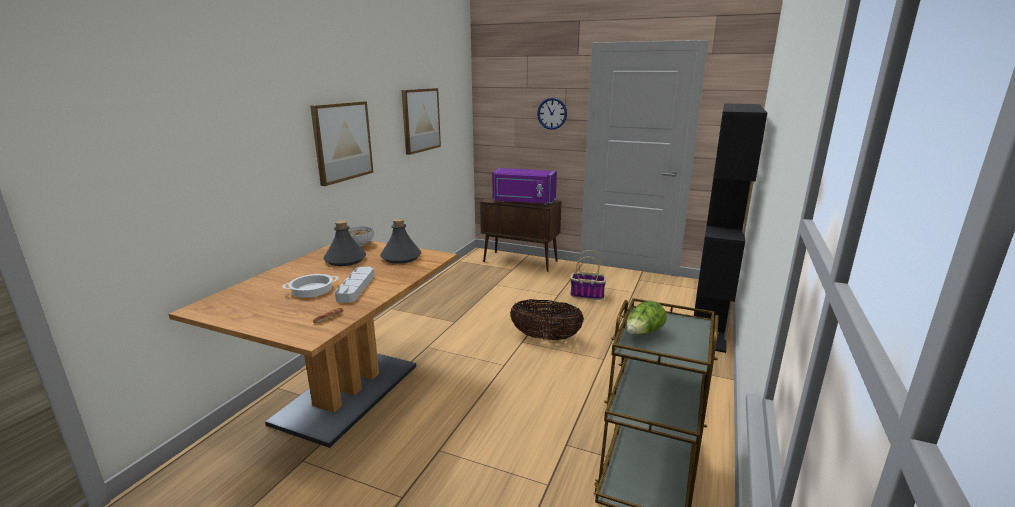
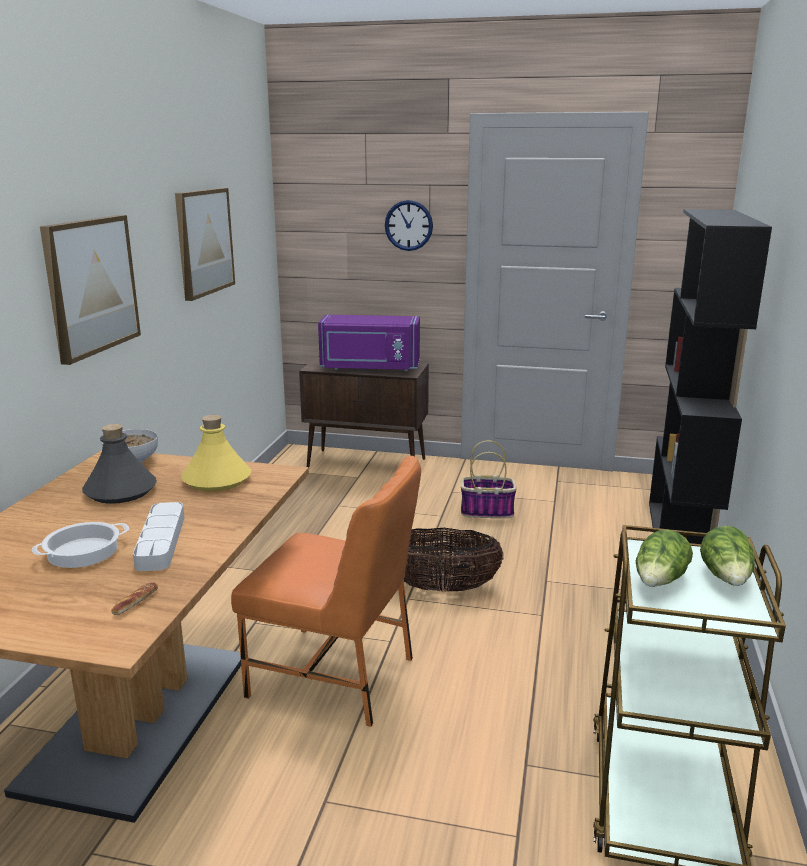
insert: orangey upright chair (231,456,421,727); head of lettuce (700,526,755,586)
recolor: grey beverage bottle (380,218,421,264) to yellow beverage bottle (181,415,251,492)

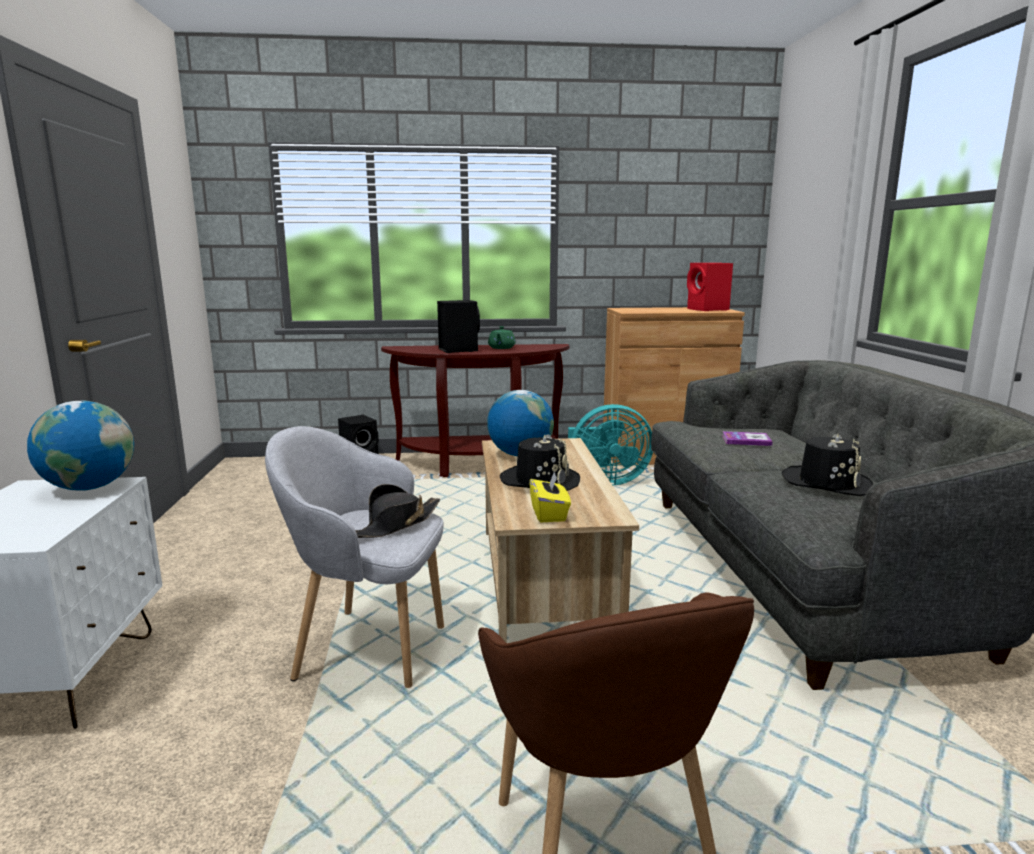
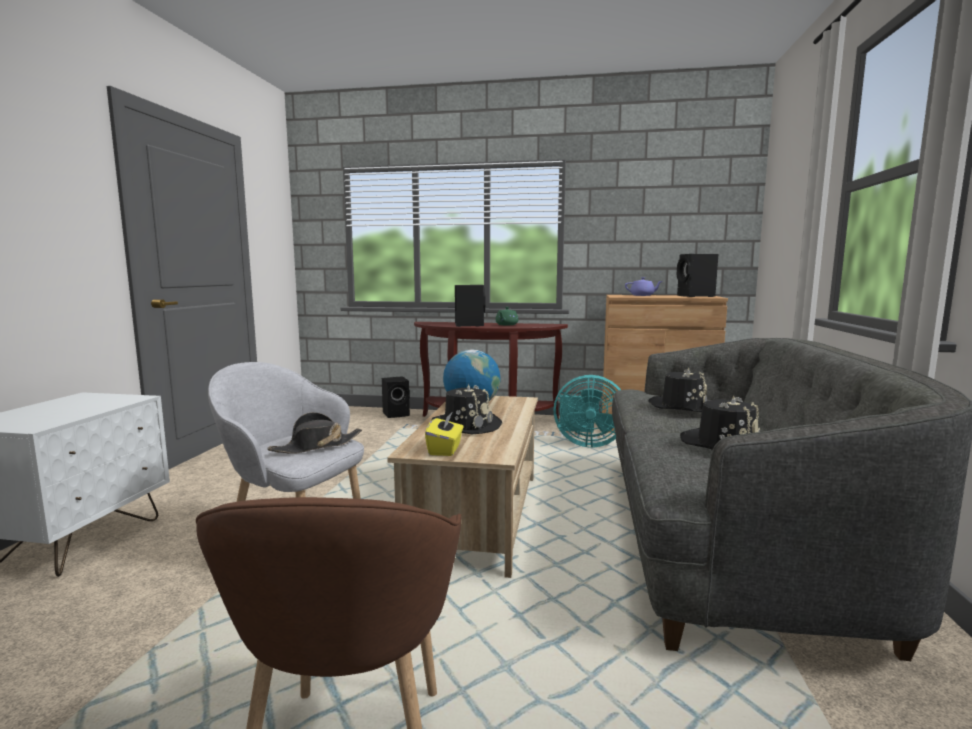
delete: desk globe (27,400,134,491)
insert: purple teapot (625,277,663,296)
replace: book (722,431,773,446) to blackish hat (648,368,708,412)
recolor: reddish audio speaker (687,263,733,311) to blackish audio speaker (677,254,718,297)

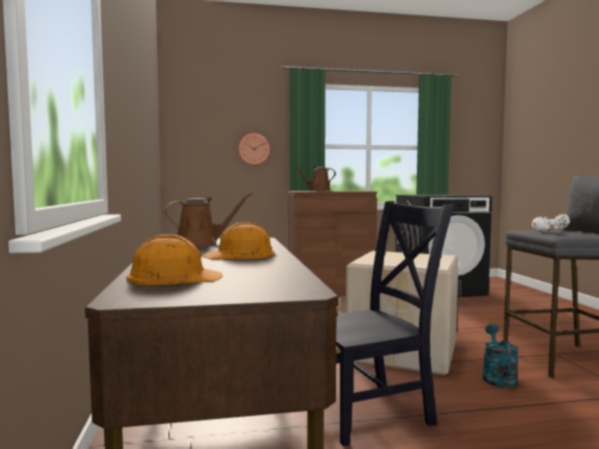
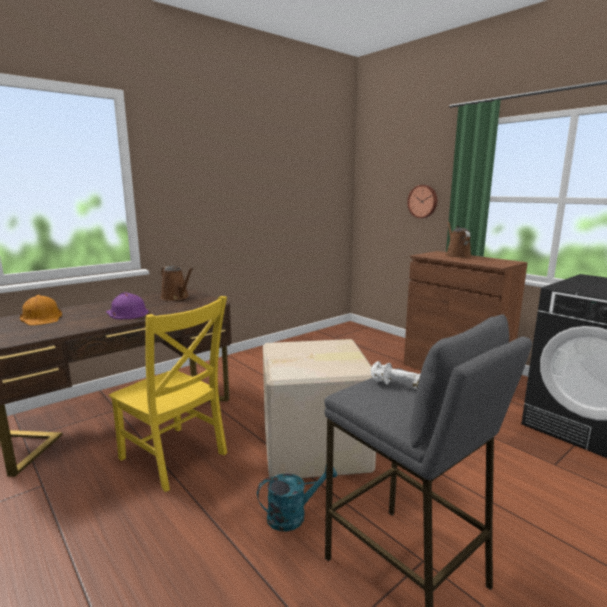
recolor: blackish upright chair (336,201,454,446) to yellow upright chair (109,296,227,492); orangey work helmet (204,222,275,259) to purple work helmet (106,292,149,319)

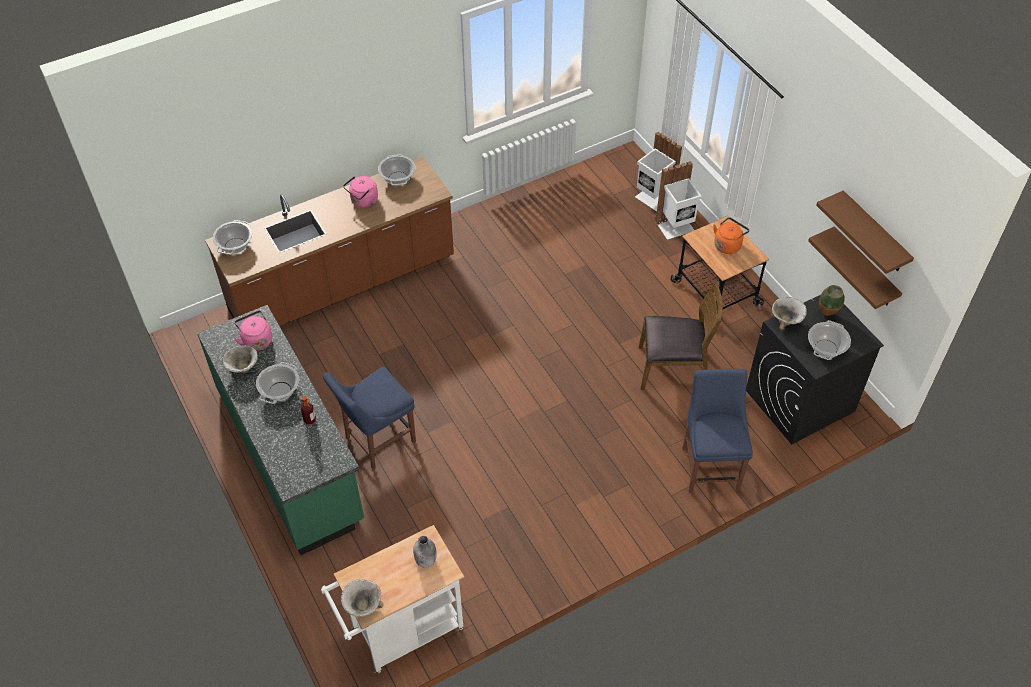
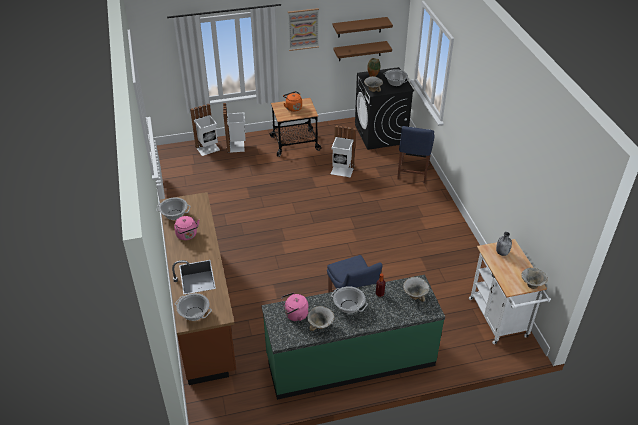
insert: wall picture (288,8,319,51); bowl (403,277,429,302)
replace: brownish upright chair (639,281,723,390) to white-coloured rubbish bin (331,125,356,177)
rotate: blue-coloured upright chair (682,369,753,492) = (397,126,435,183) 90 degrees counterclockwise

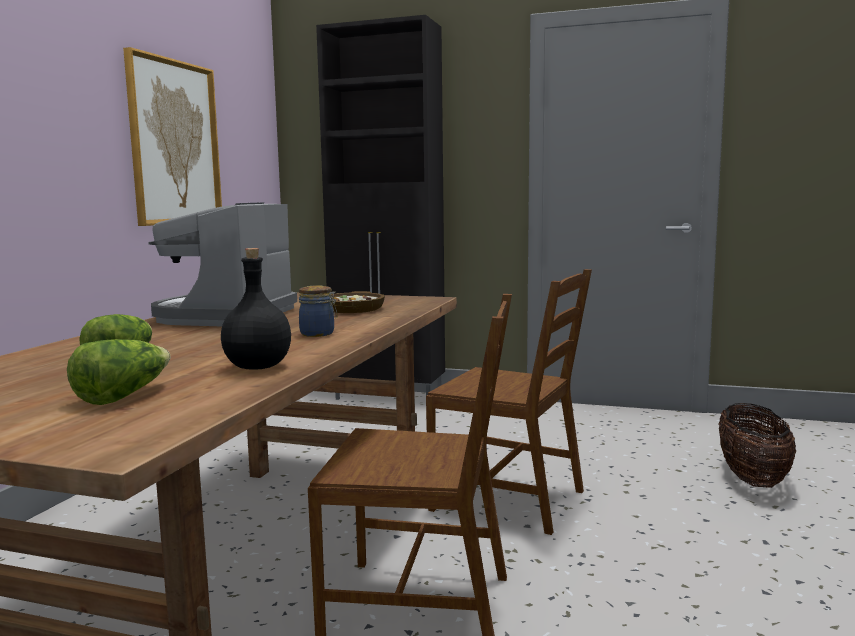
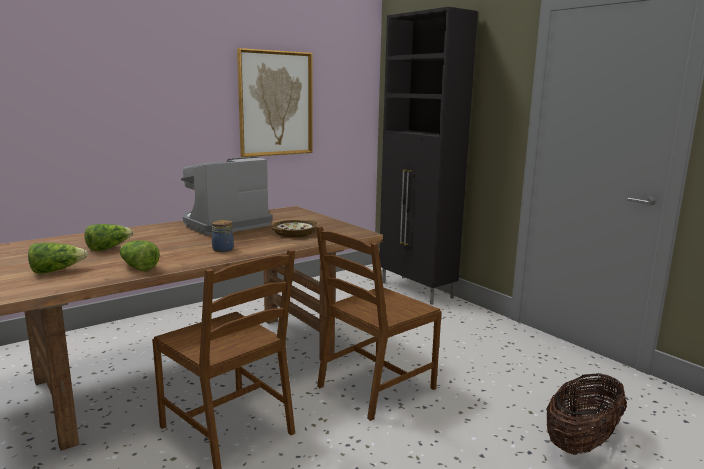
replace: blackish beverage bottle (221,248,291,370) to head of lettuce (120,240,160,271)
rotate: brownish upright chair (426,269,592,535) = (316,226,442,421) 75 degrees clockwise

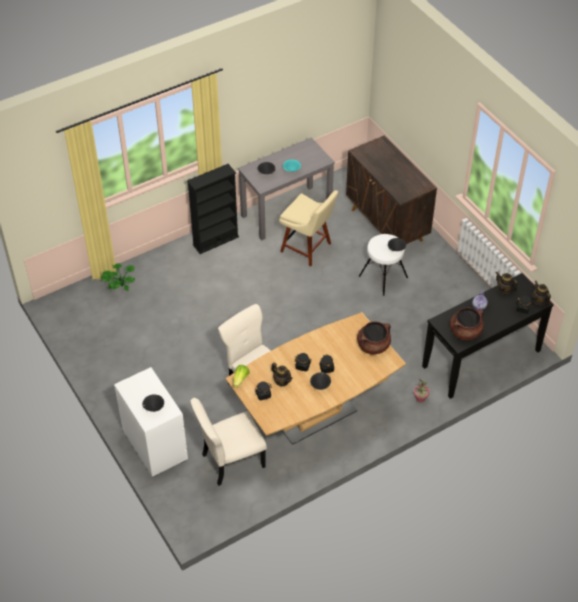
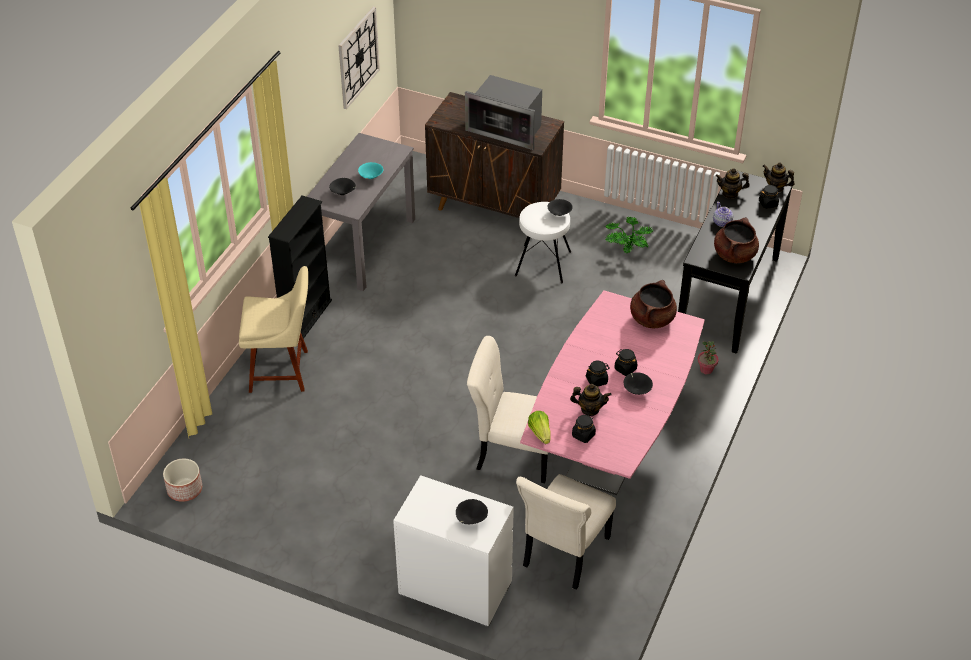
insert: clock on the wall (338,7,380,109); microwave (465,75,542,150); flower pot (163,458,202,502)
move: sand-coloured upright chair (279,190,338,267) to (239,266,308,393); potted plant (100,263,135,291) to (605,217,654,254)
recolor: brownish dinner table (226,312,406,445) to pinkish dinner table (520,291,705,495)

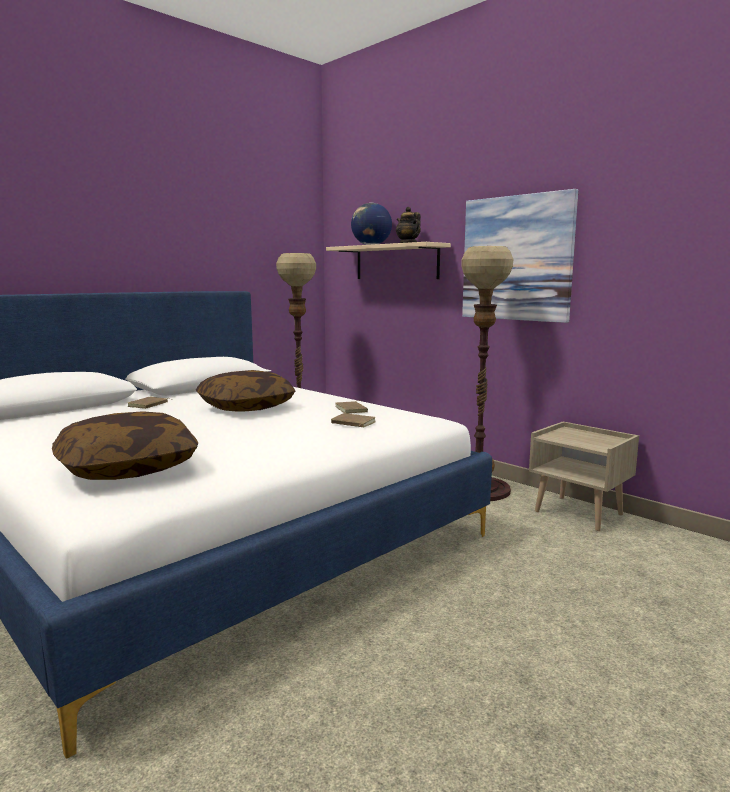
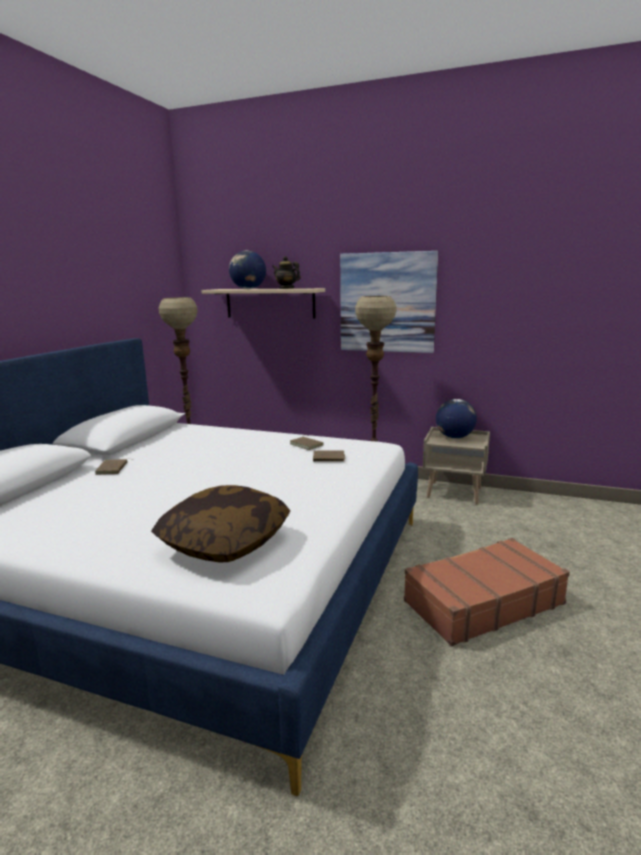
delete: pillow (196,370,296,412)
insert: desk globe (436,399,477,438); brownish travel case (404,538,570,646)

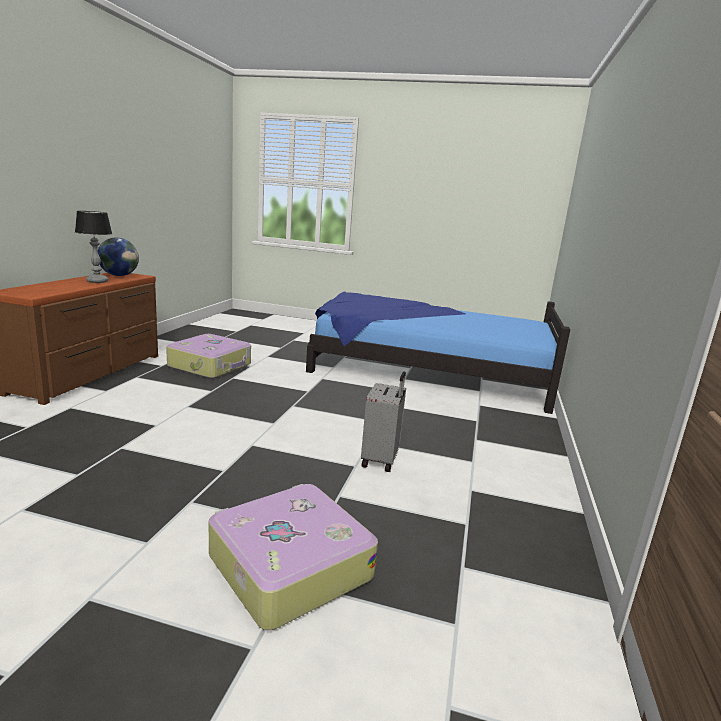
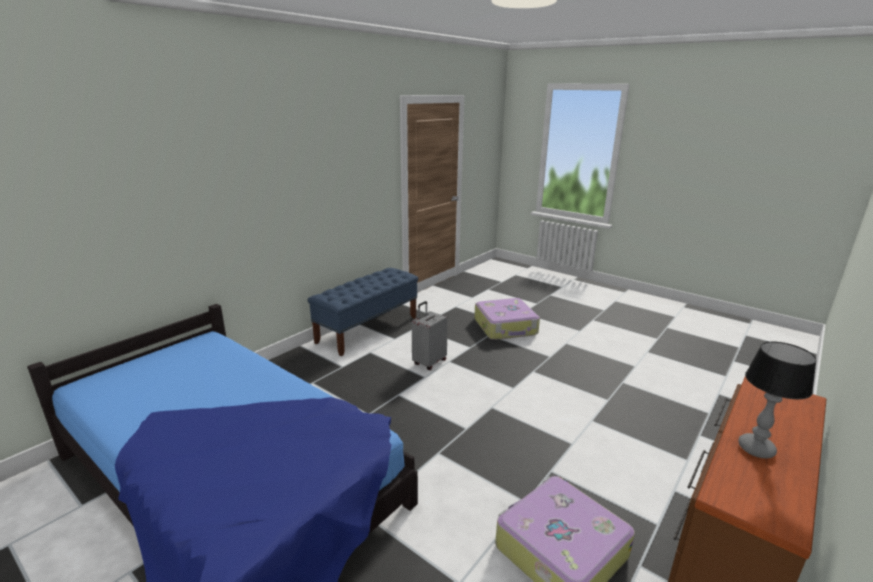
delete: desk globe (98,238,139,276)
insert: blue-coloured long seat (308,268,418,356)

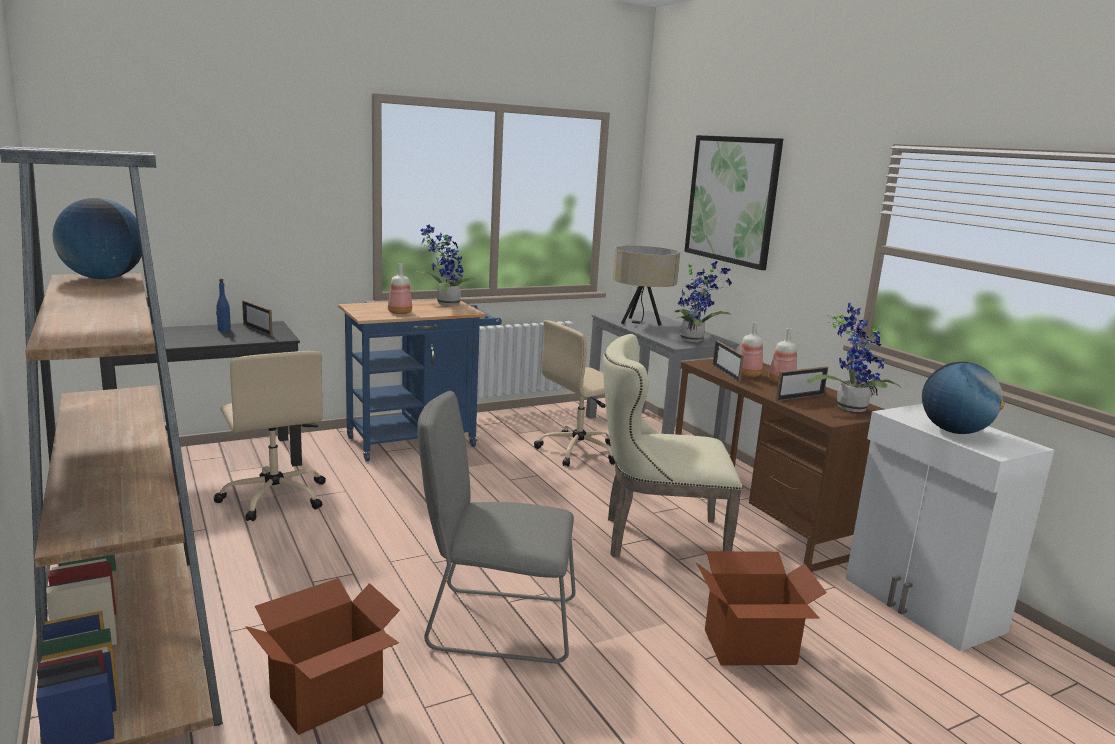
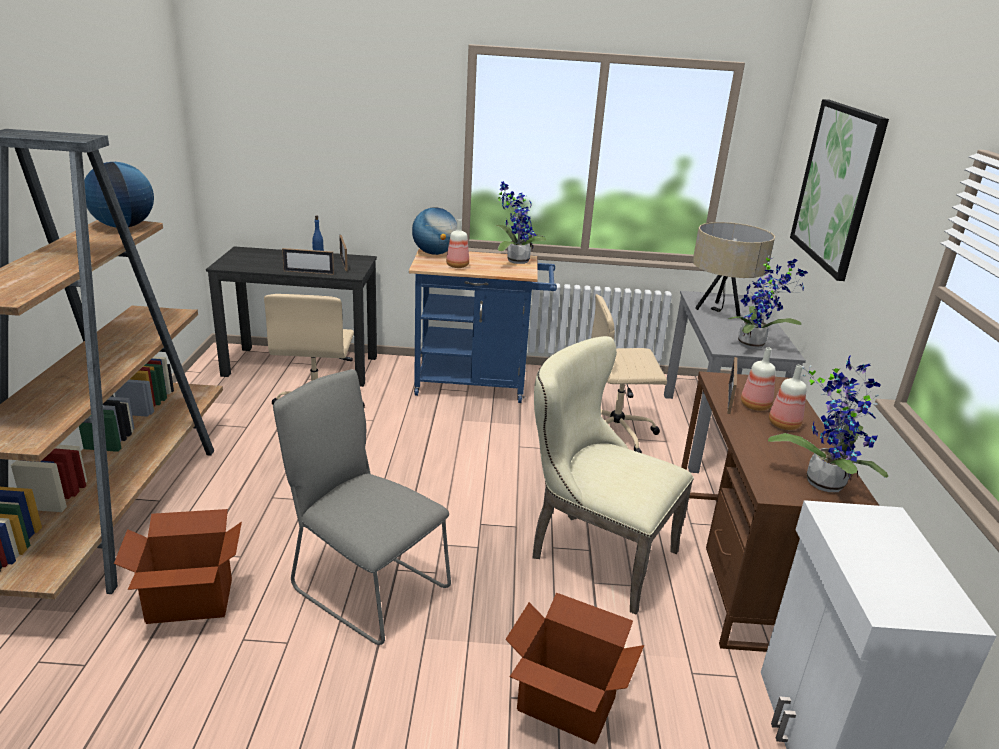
move: desk globe (922,362,1004,434) to (412,207,457,255); standing frame (776,366,828,401) to (282,248,334,275)

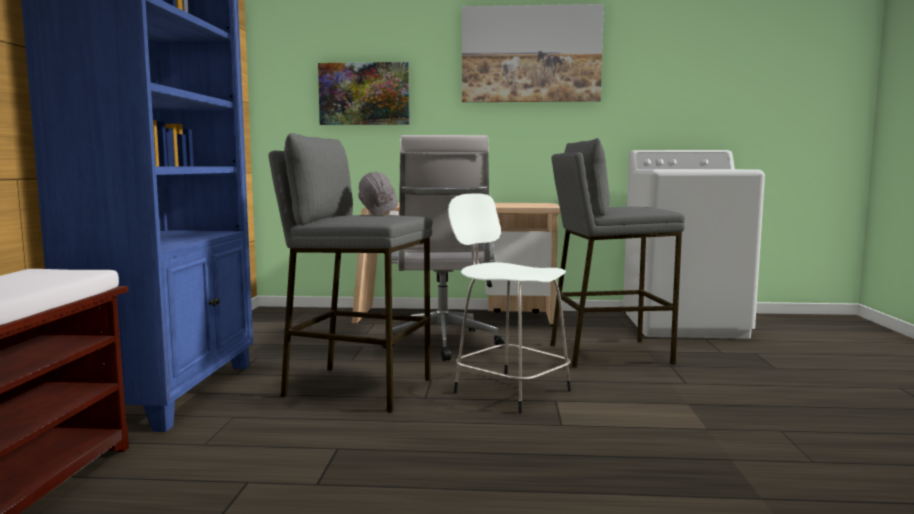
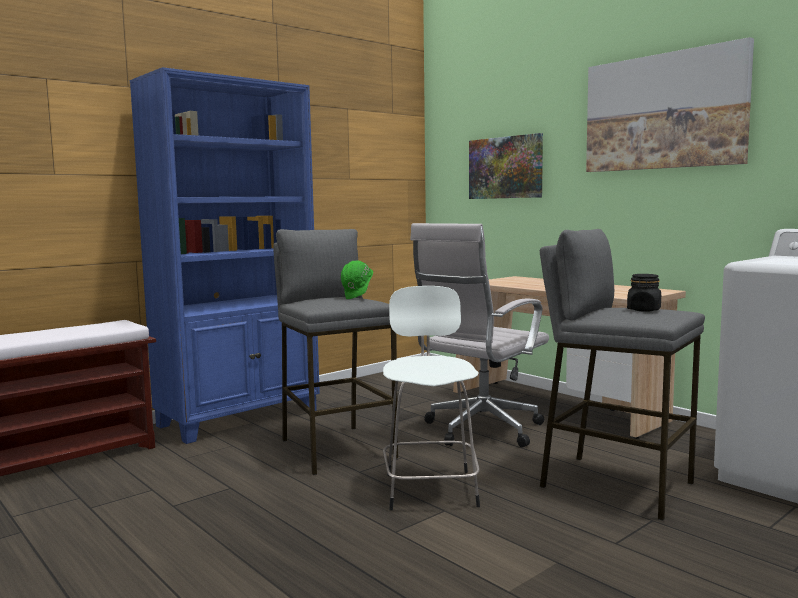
insert: blackish preserve jar (627,274,661,312)
recolor: grey work helmet (358,172,398,215) to green-coloured work helmet (341,260,373,299)

